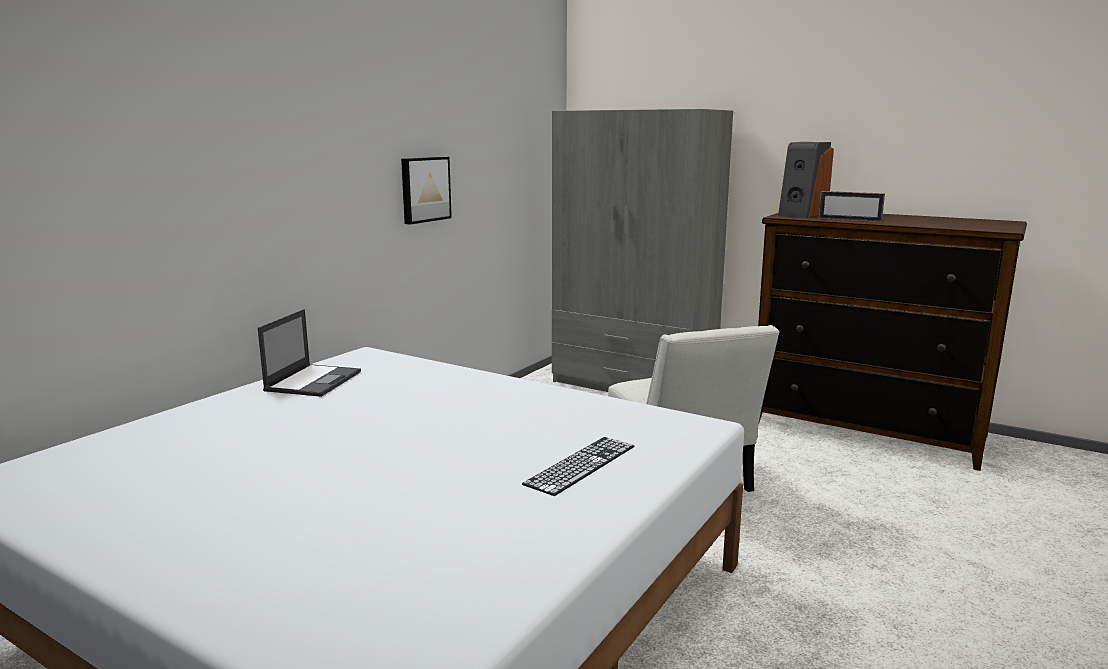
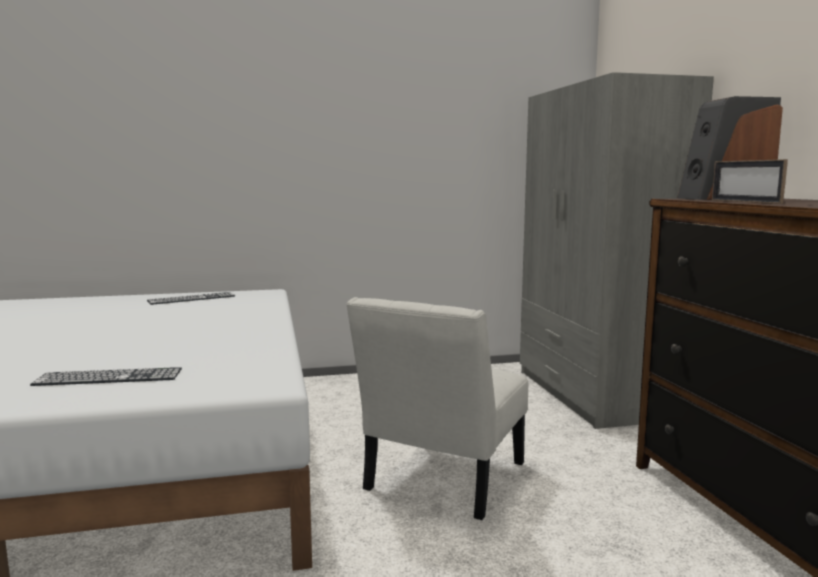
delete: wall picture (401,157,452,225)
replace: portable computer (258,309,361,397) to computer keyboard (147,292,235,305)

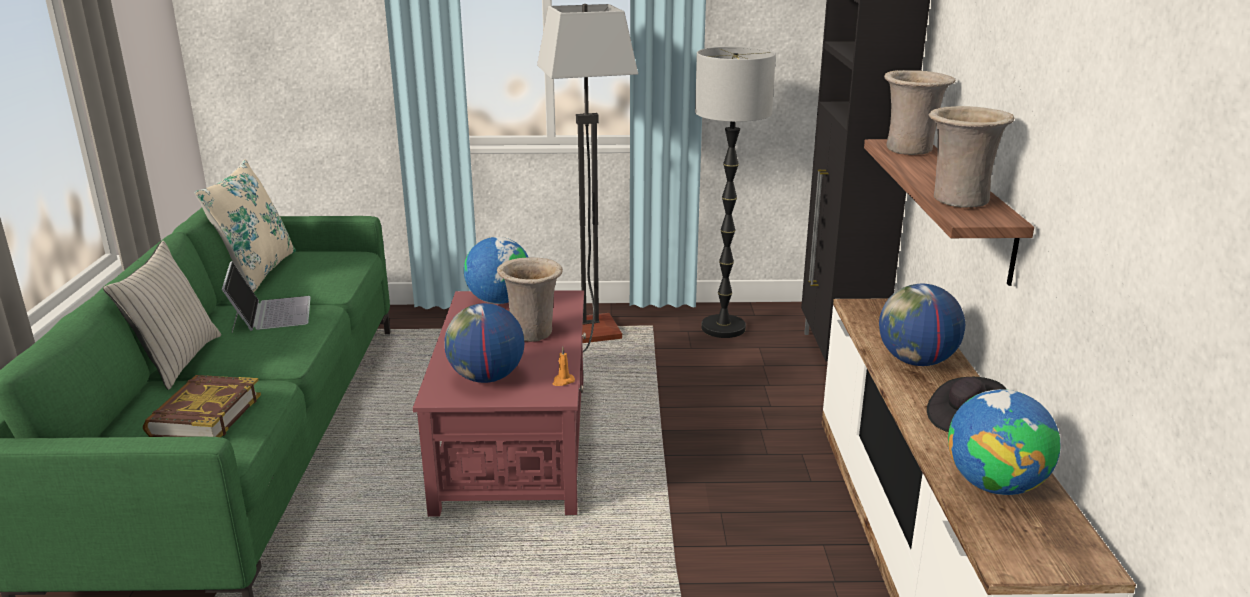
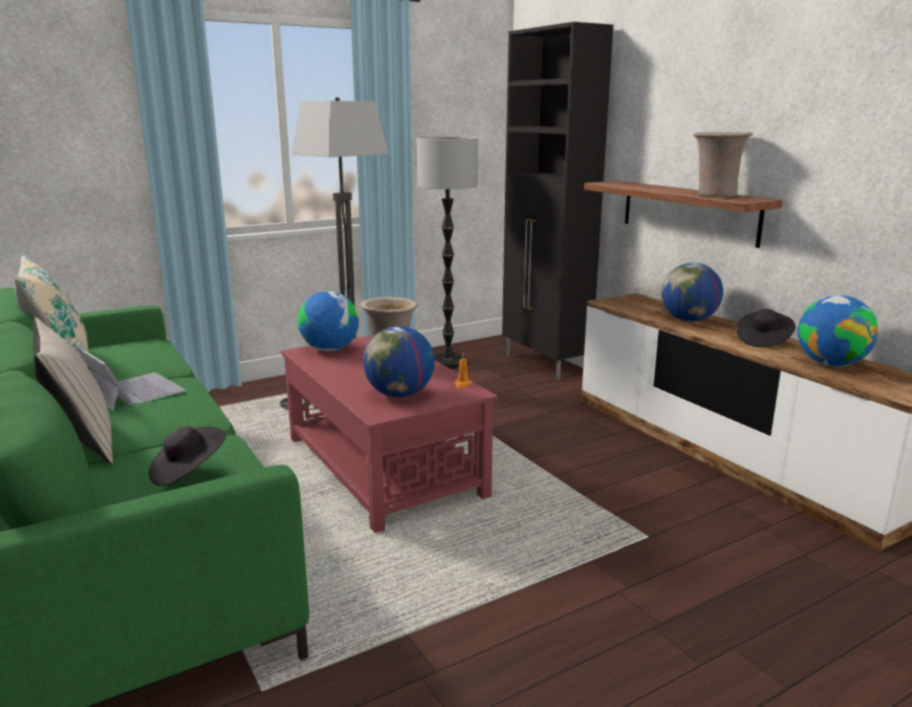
delete: sand-coloured vase (884,70,956,155)
replace: book (143,375,261,437) to blackish hat (149,426,226,486)

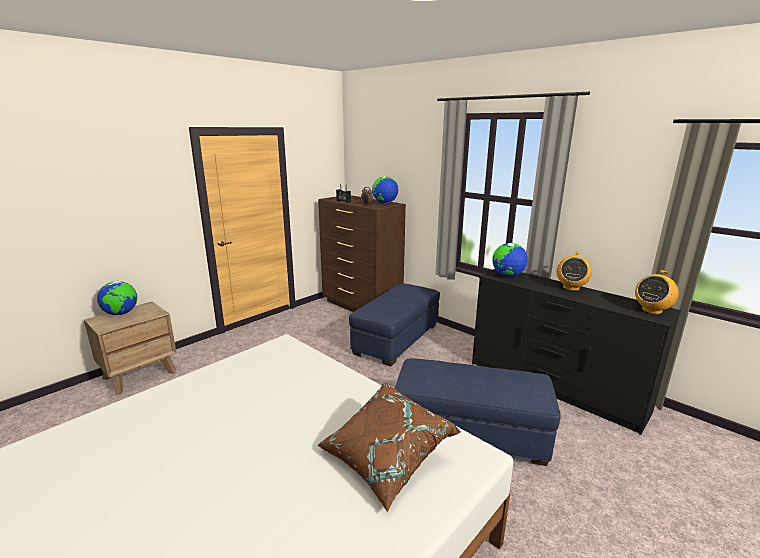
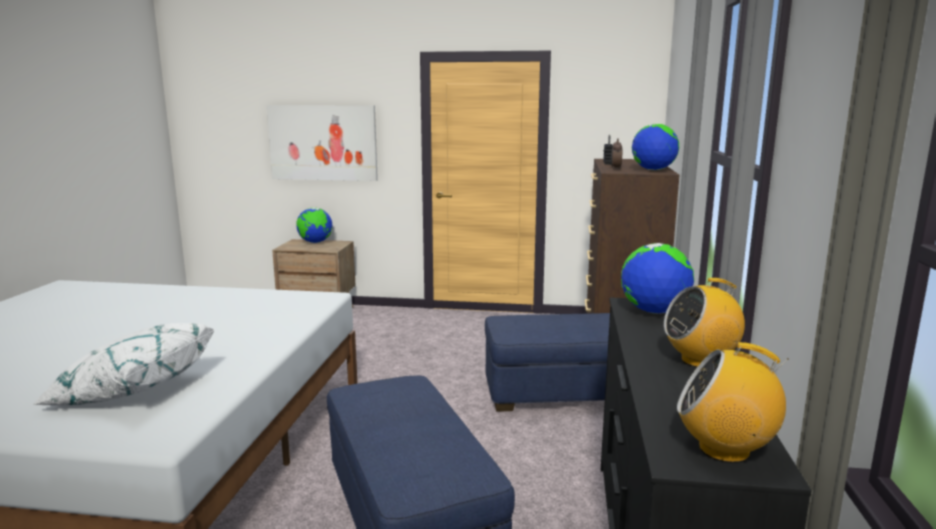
insert: wall picture (266,105,378,181)
recolor: brownish pillow (317,383,461,512) to white-coloured pillow (32,323,215,405)

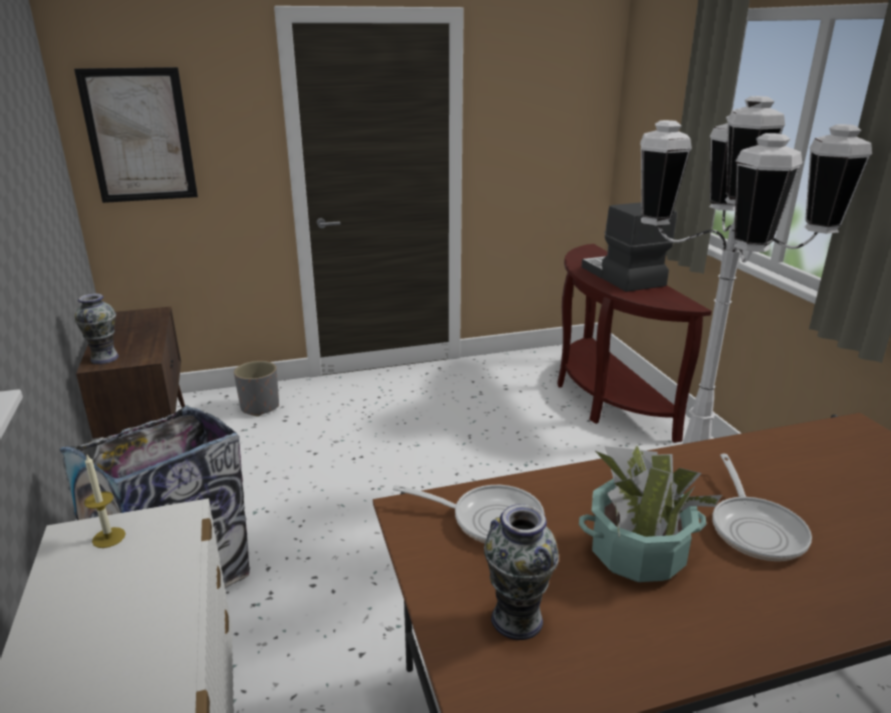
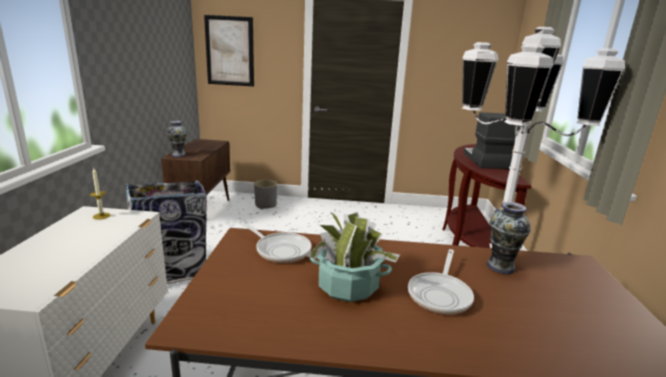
move: vase (484,504,559,640) to (486,202,530,274)

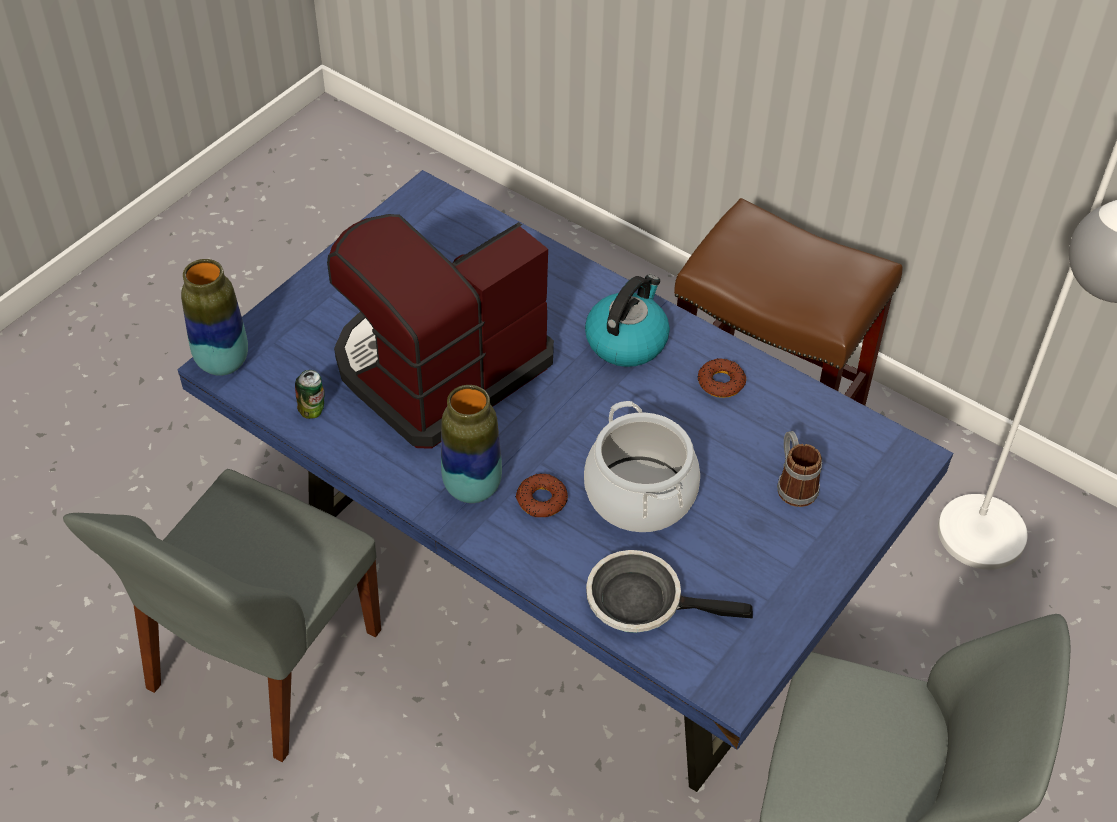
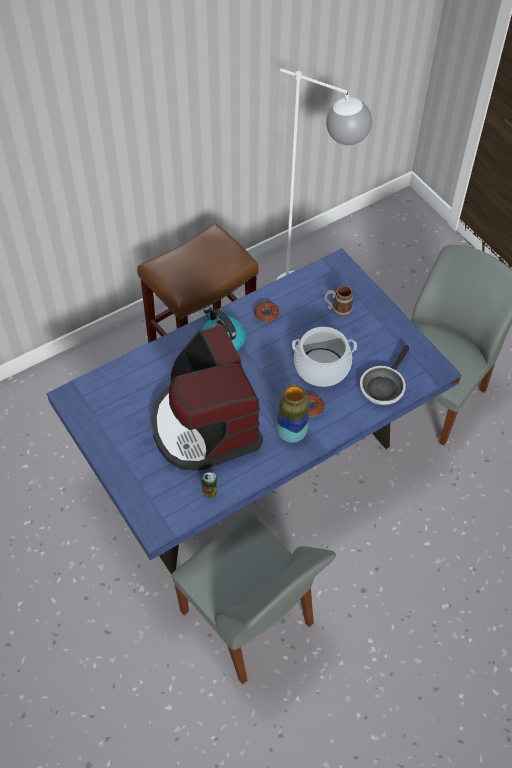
delete: vase (181,259,248,376)

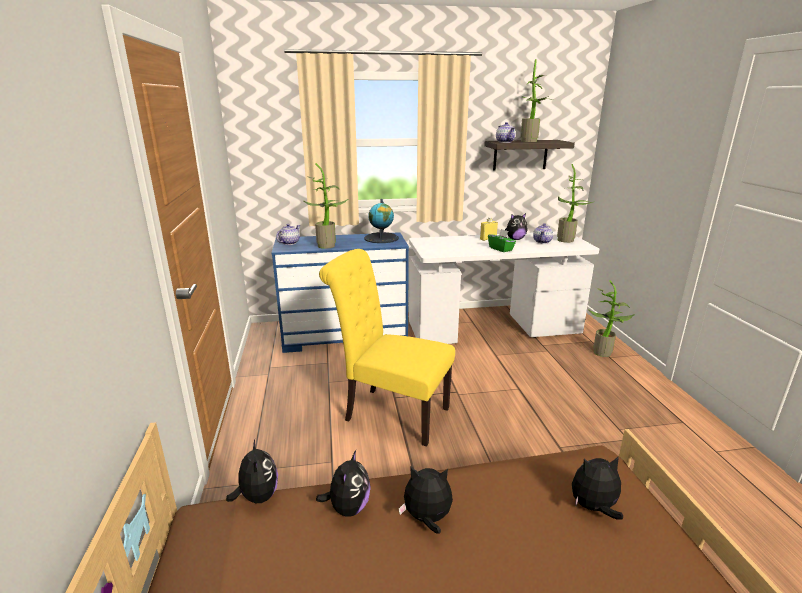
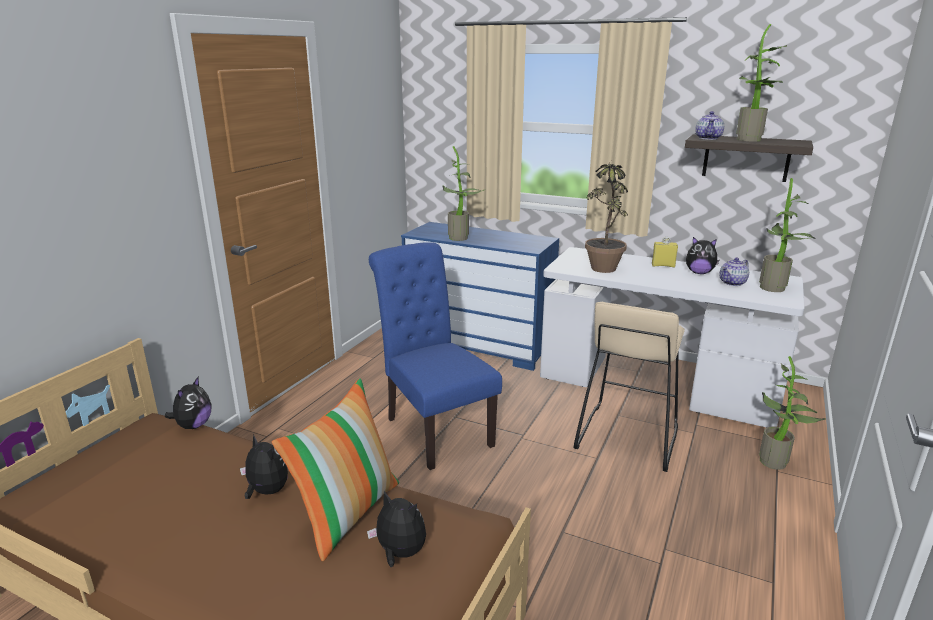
delete: desk globe (364,199,399,243); teapot (276,224,300,245); green-coloured tissue box (488,229,516,252); cuddly toy (316,450,371,517)
insert: potted plant (585,161,628,273); sand-coloured stool (574,302,685,472); pillow (272,378,399,561)
recolor: yellow upright chair (319,249,455,446) to blue-coloured upright chair (369,242,502,470)

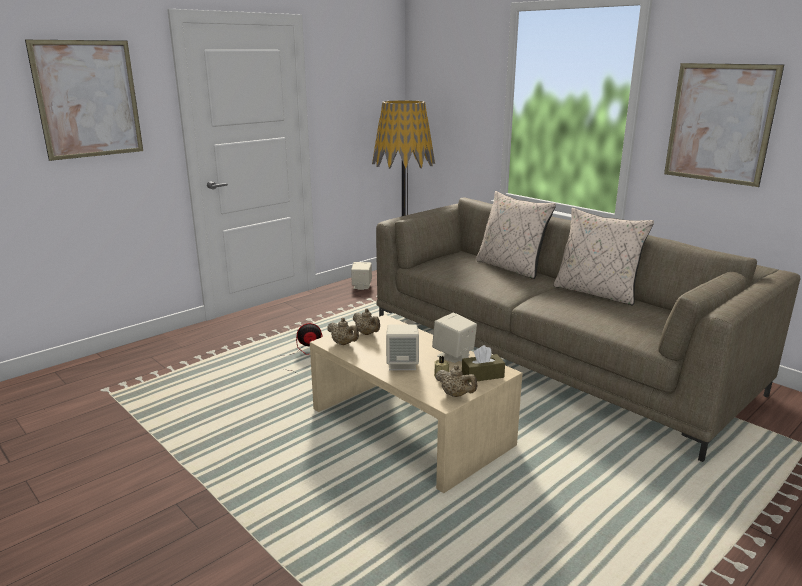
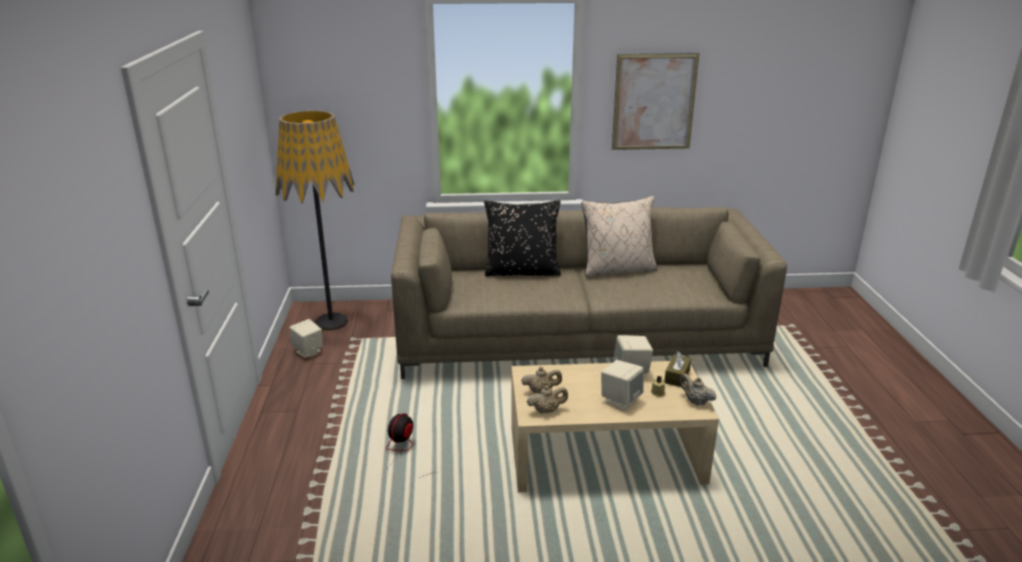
delete: wall picture (25,40,143,161)
recolor: sand-coloured pillow (476,191,556,279) to blackish pillow (484,200,561,276)
rotate: sand-coloured teapot (435,365,477,397) = (679,374,717,405) 120 degrees counterclockwise

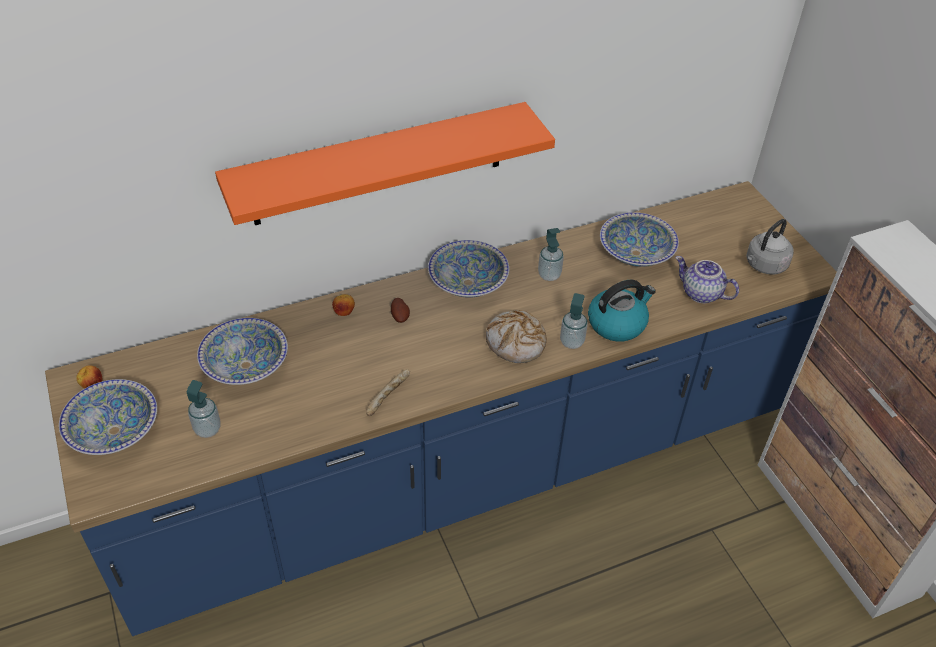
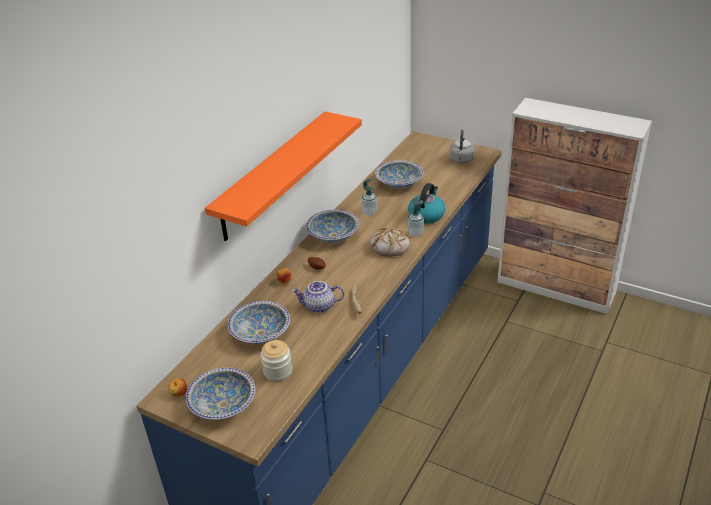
move: teapot (675,256,739,303) to (292,281,344,313)
replace: soap dispenser (187,380,221,438) to preserve jar (261,340,292,382)

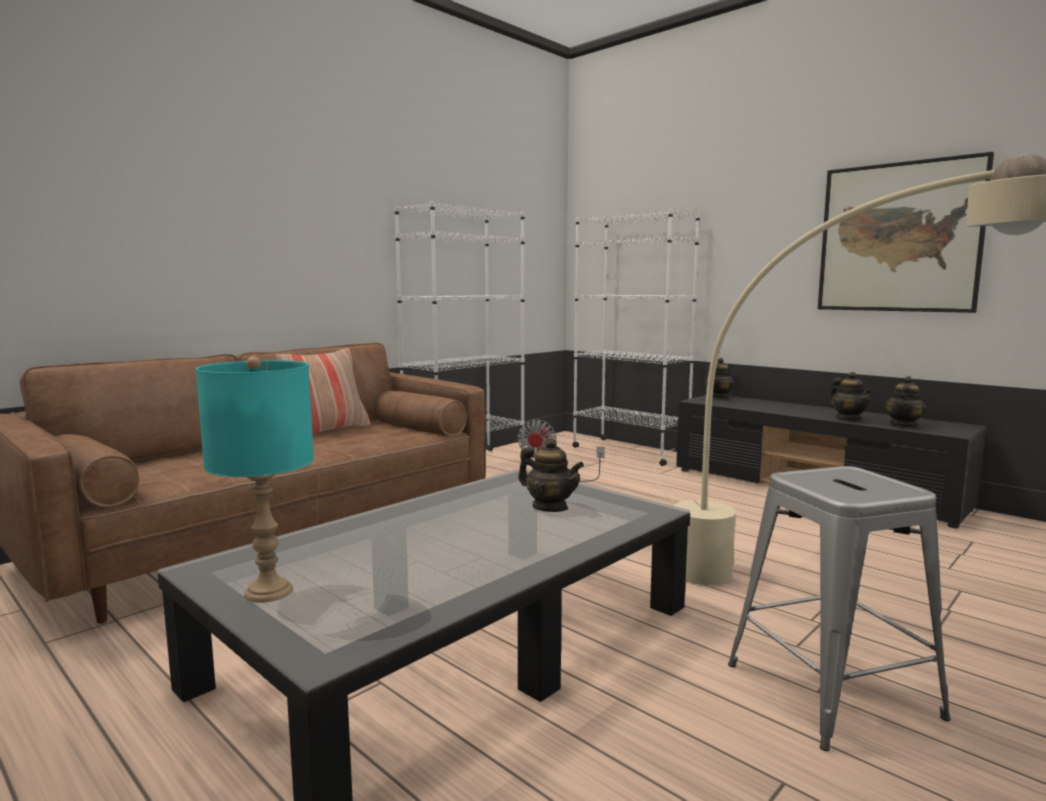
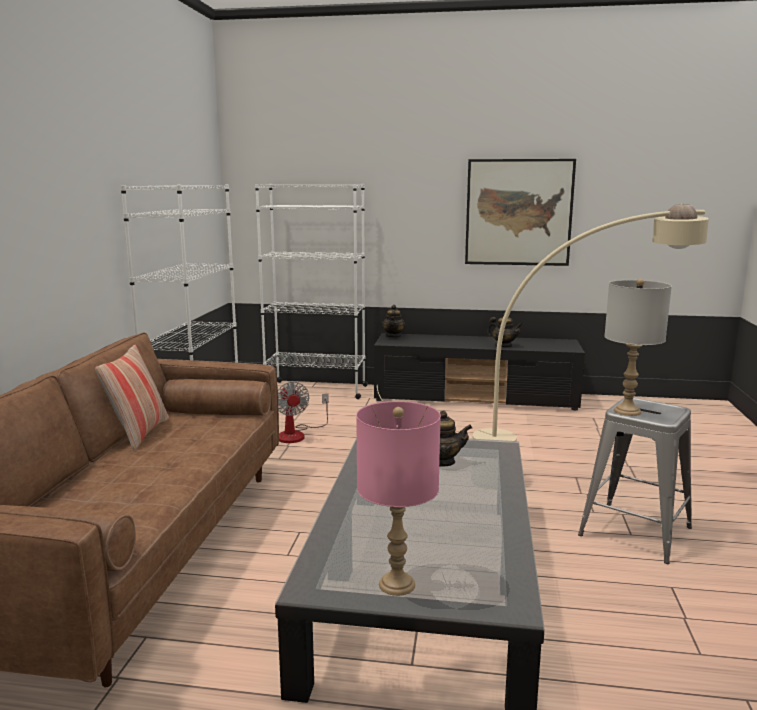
delete: teapot (884,376,927,428)
insert: grey table lamp (604,279,672,416)
recolor: turquoise table lamp (196,356,314,603) to pinkish table lamp (356,401,441,596)

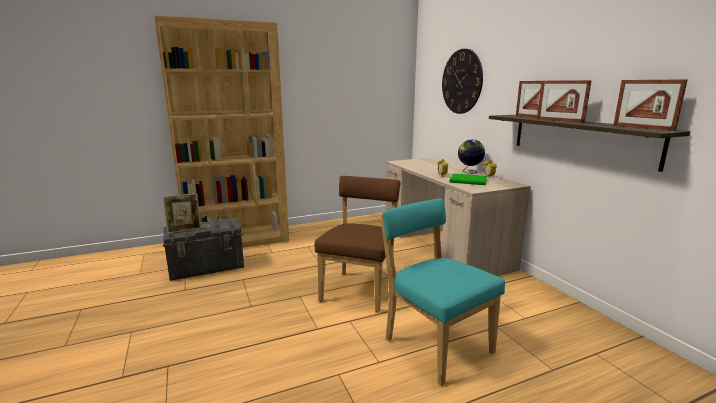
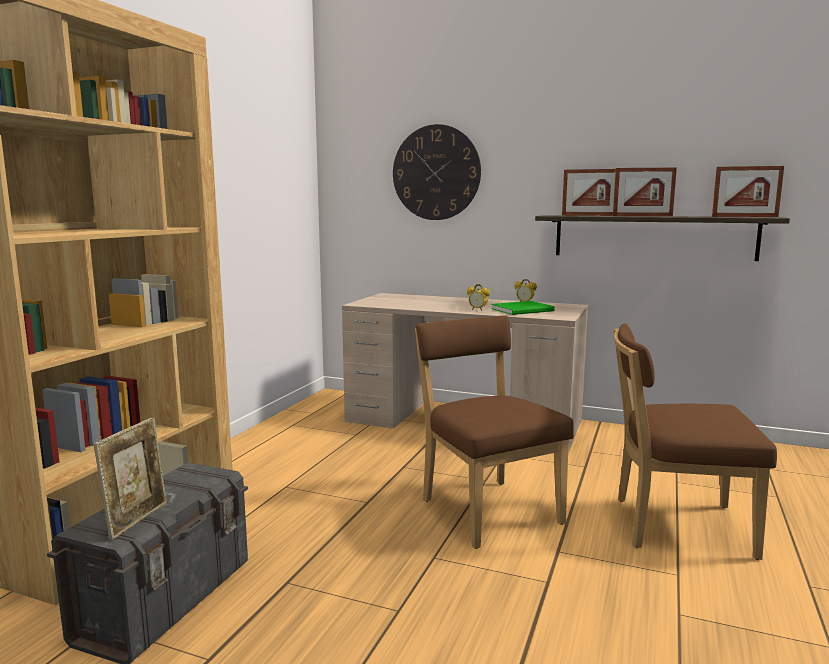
delete: desk globe (458,140,485,174)
recolor: turquoise upright chair (380,198,505,386) to brownish upright chair (613,323,777,560)

